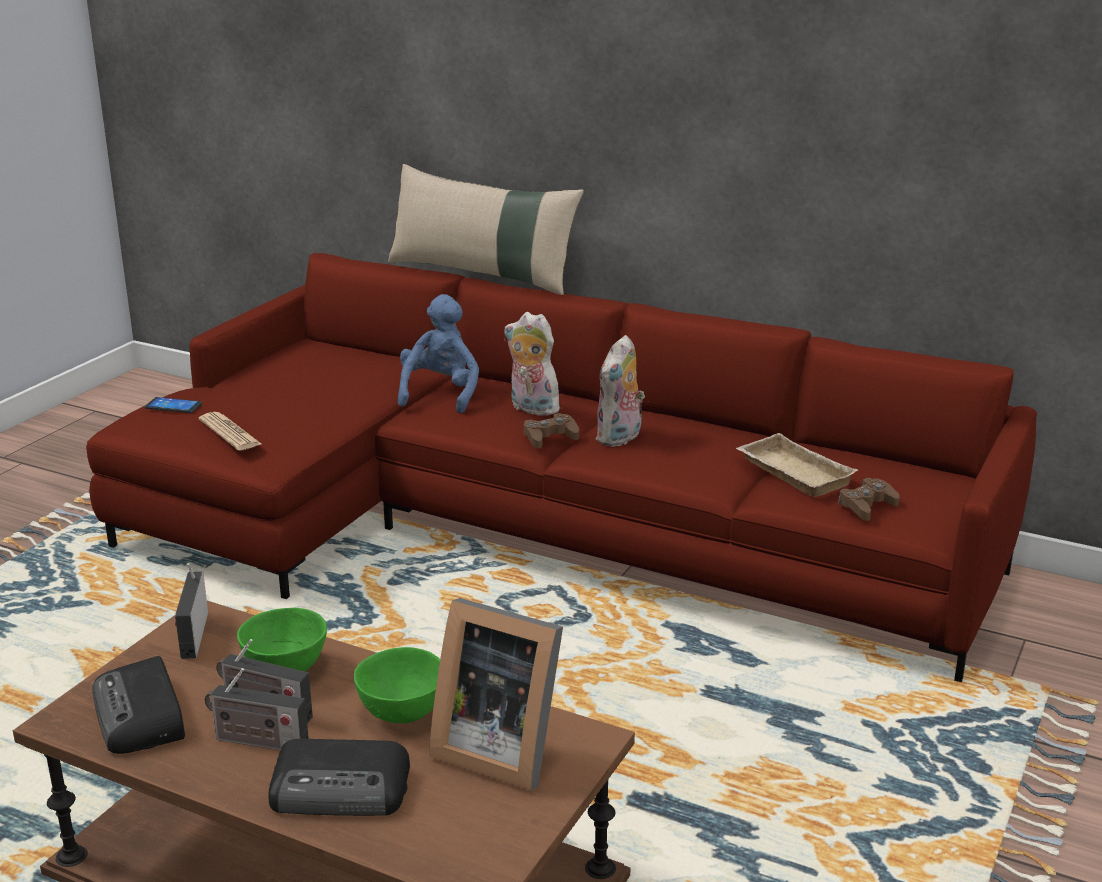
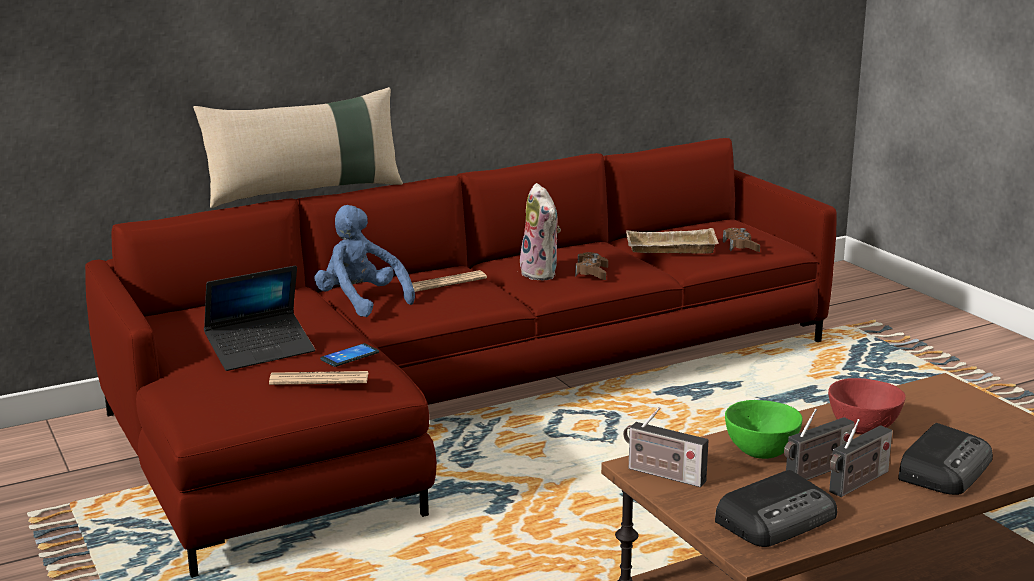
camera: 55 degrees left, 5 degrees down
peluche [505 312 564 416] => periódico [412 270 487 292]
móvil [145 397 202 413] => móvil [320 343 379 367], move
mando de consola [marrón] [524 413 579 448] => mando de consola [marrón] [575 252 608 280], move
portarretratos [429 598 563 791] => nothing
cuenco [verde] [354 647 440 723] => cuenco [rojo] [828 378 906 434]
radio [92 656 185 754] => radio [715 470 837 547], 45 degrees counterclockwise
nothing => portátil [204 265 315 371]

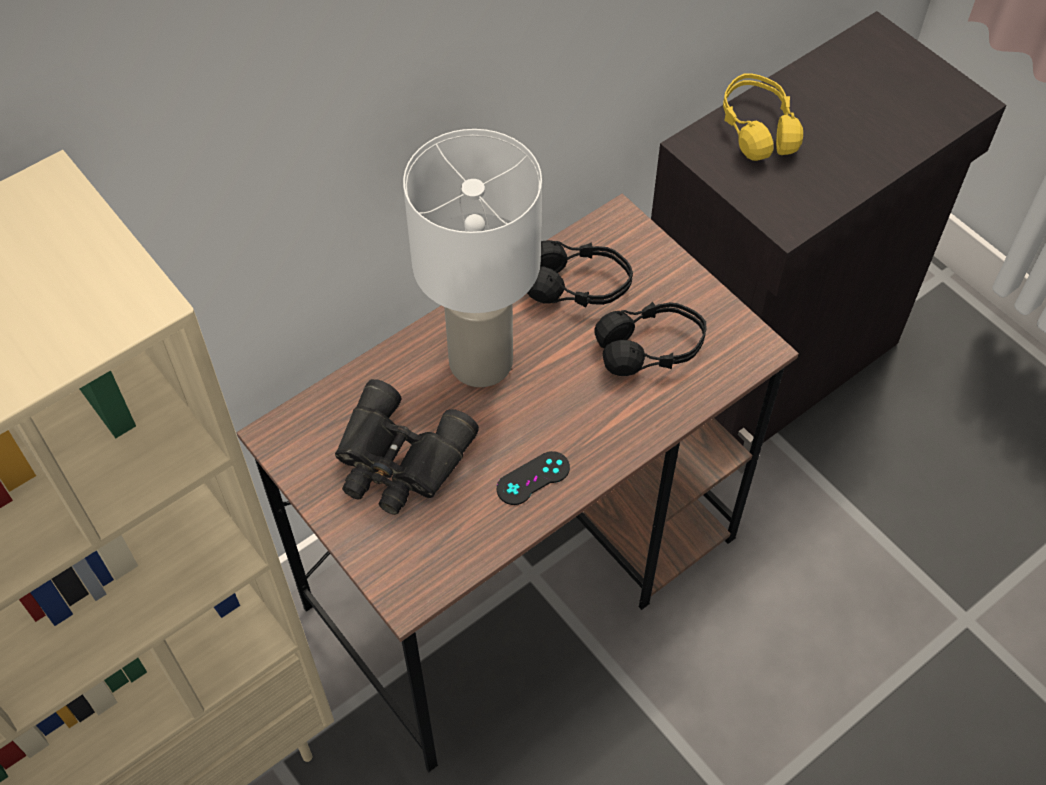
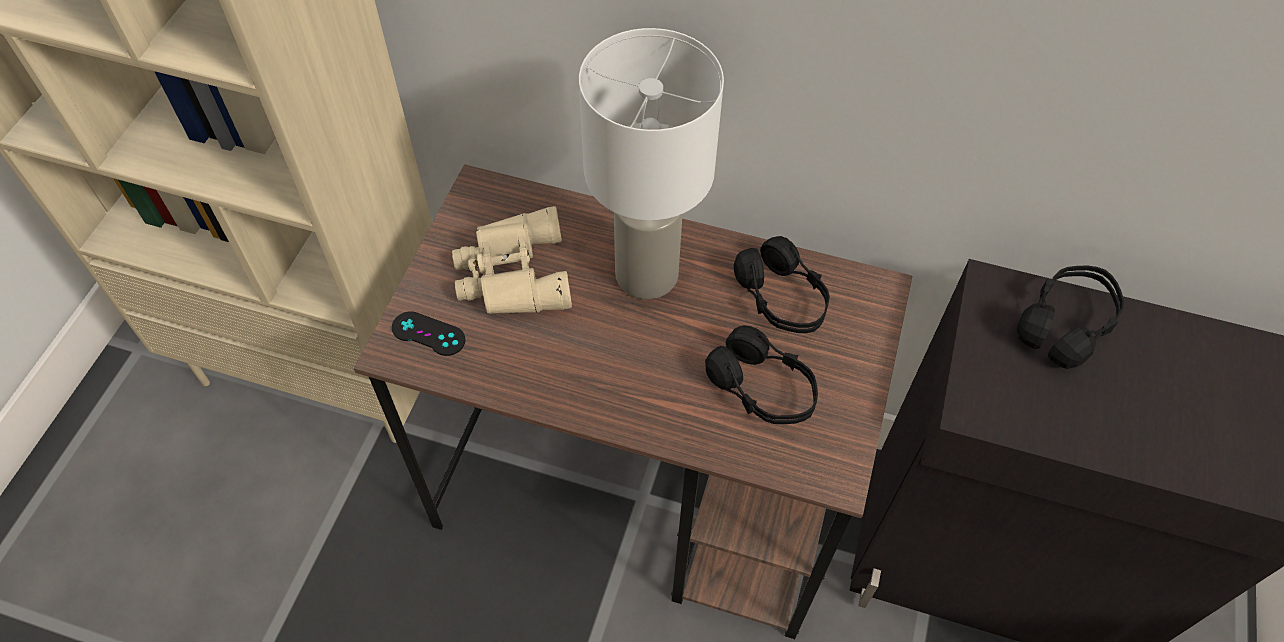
camera: 55 degrees right, 0 degrees up
auriculares [amarillo] [723 73 803 161] => auriculares [negro] [1017 266 1124 369]
prismáticos [negro] [335 379 479 515] => prismáticos [beis] [452 206 572 314]
mando de consola [negro] [497 451 570 505] => mando de consola [negro] [392 311 466 356], move

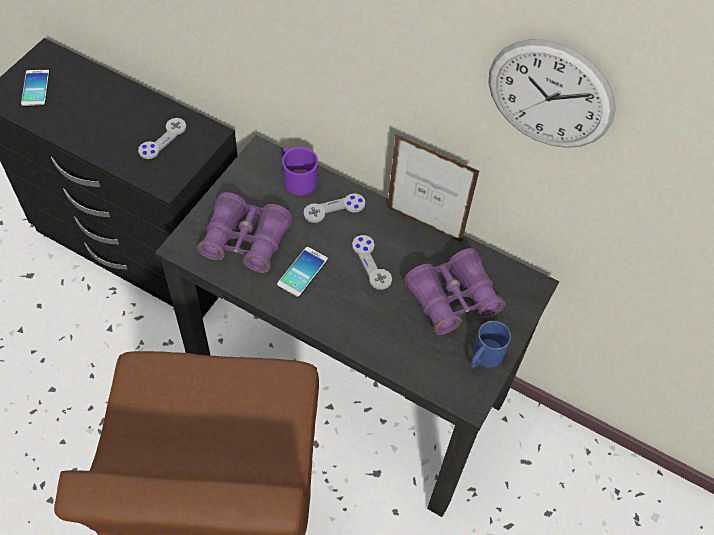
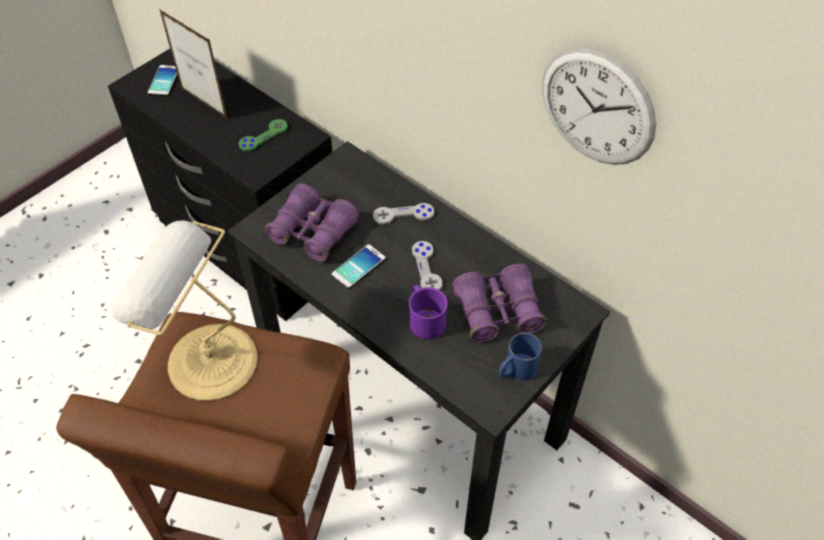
camera: 15 degrees right, 5 degrees down
mando de consola [gris] [138 118 186 159] => mando de consola [verde] [239 119 288 151]
portarretratos [387 134 480 243] => portarretratos [159 9 228 119], move
taza grande [morado] [282 147 318 195] => taza grande [morado] [409 285 448 339], move
nothing => lámpara de mesa [111 220 257 401]

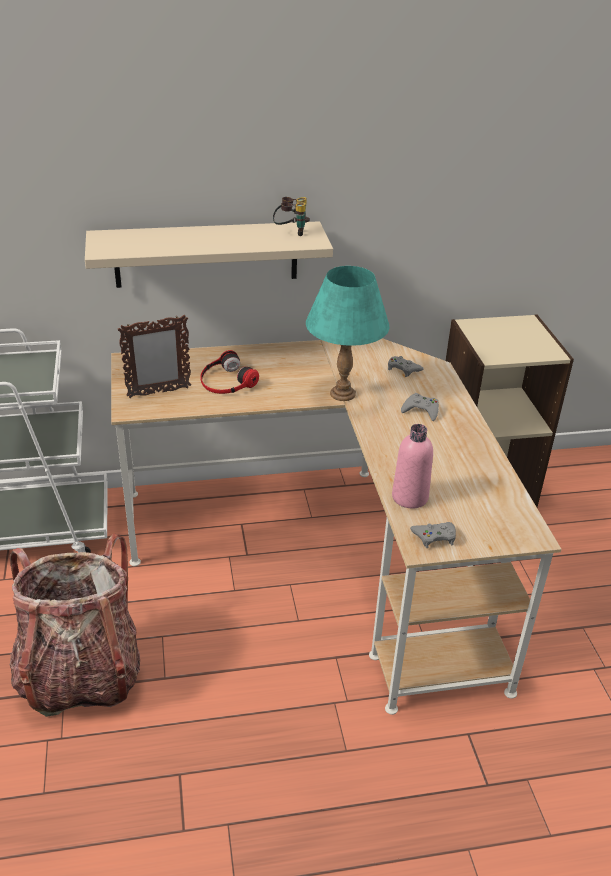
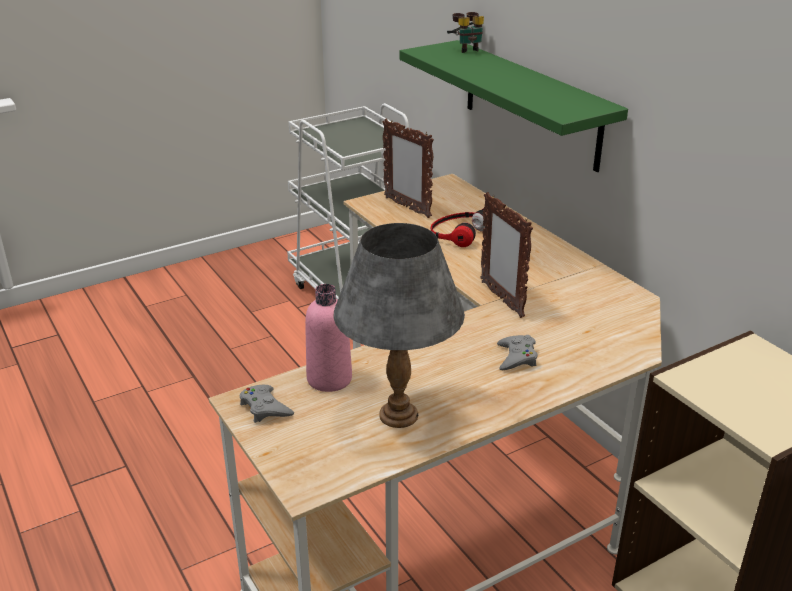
camera: 70 degrees right, 5 degrees down
prismáticos [273 197 310 236] => prismáticos [447 12 484 53], move
estante [beis] [85 221 333 288] => estante [verde] [399 40 628 172]
lámpara de mesa [turquesa] [306 266 389 401] => portarretratos [480 192 533 318]
mando de consola [gris] [388 356 424 377] => nothing
mochila [10 533 140 717] => nothing
nothing => lámpara de mesa [gris] [333 223 465 428]

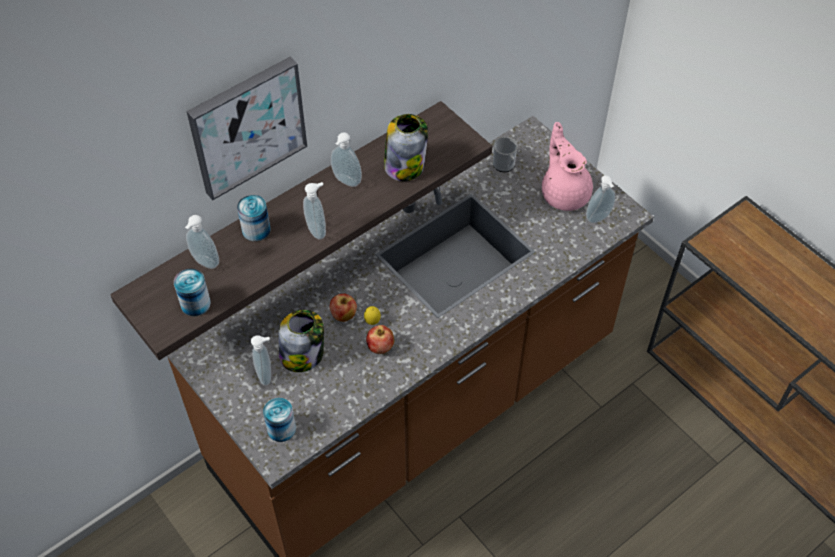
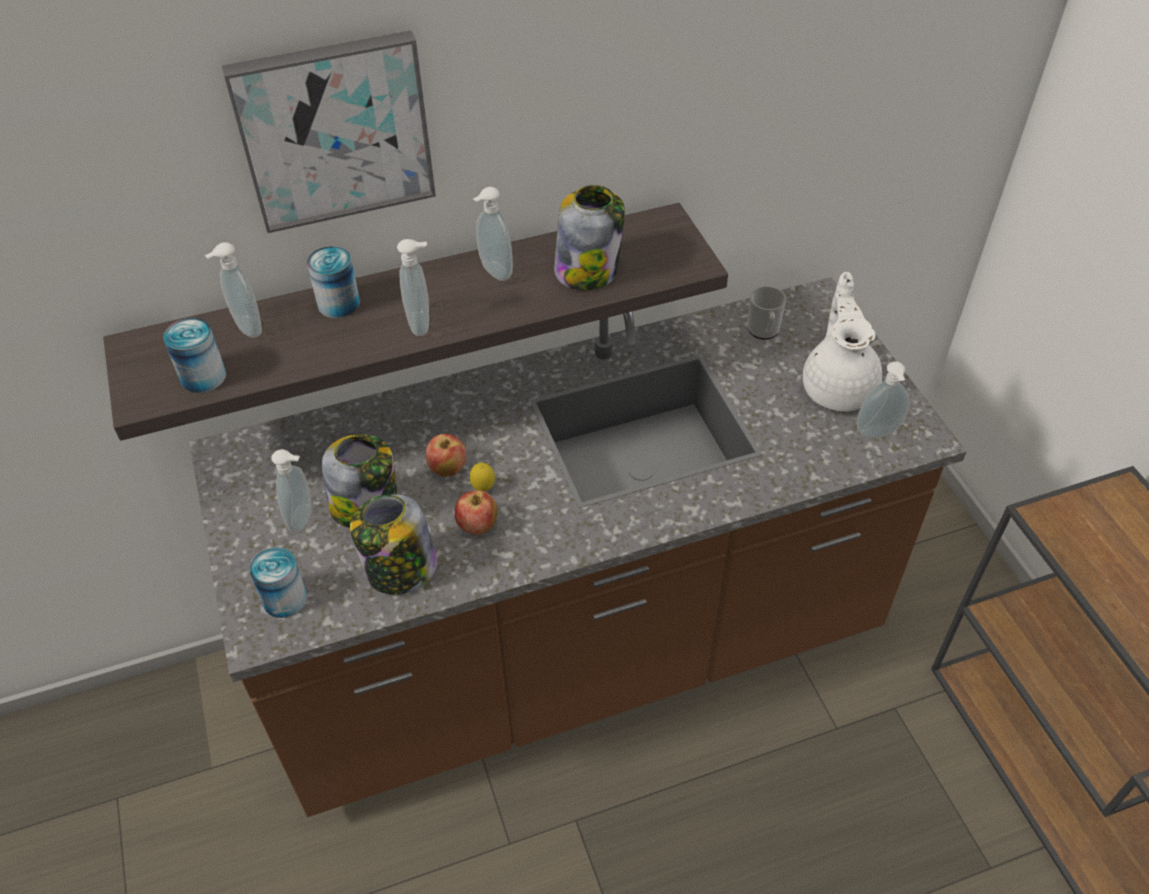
camera: 20 degrees right, 5 degrees down
tetera [rosa] [542 122 593 211] => tetera [blanco] [803 272 882 411]
nothing => tarro [350 494 437 595]

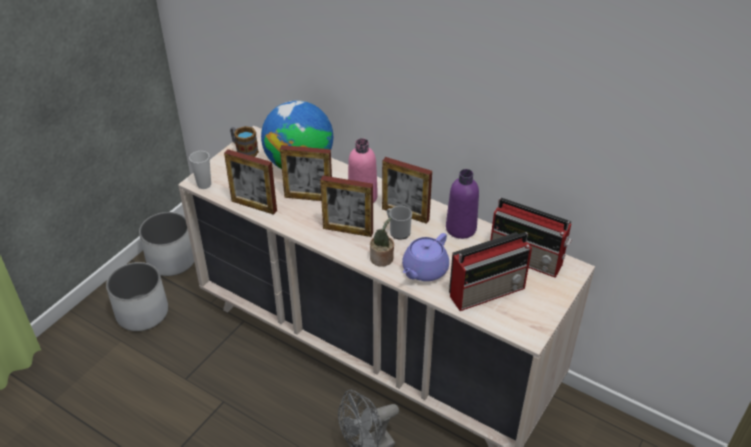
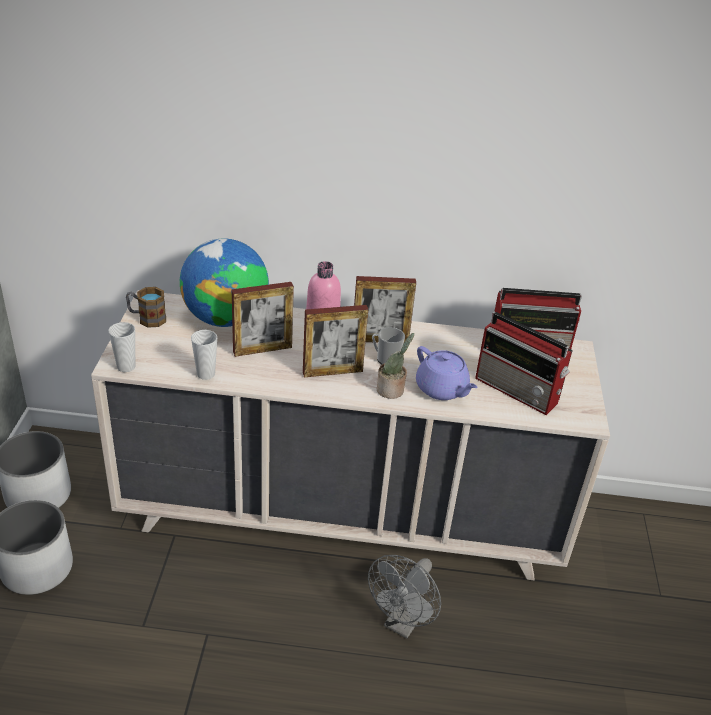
camera: 30 degrees left, 5 degrees down
portarretratos [224 149 277 215] => taza [191 330 217 380]
botella [morado] [446 169 479 239] => nothing
radio [449 232 532 311] => radio [475 312 573 415], 90 degrees clockwise
tetera [morado] [402 233 449 281] => tetera [morado] [416 346 478 400], 45 degrees counterclockwise

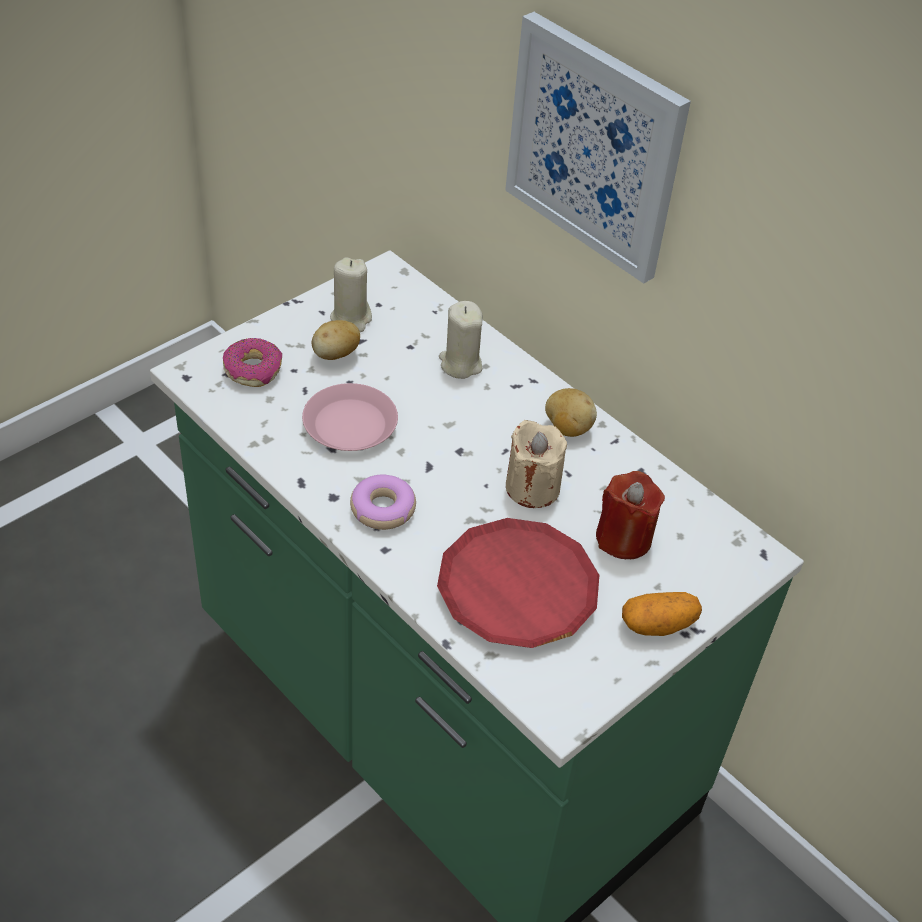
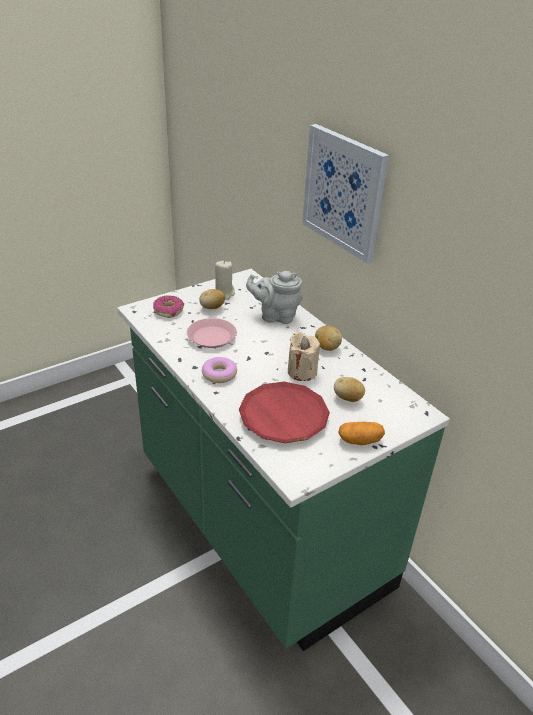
camera: 10 degrees right, 10 degrees down
vela [beis] [439 301 483 379] => tetera [gris] [246 271 303 324]
vela [rojo] [596 471 665 559] => patata [334 377 365 402]

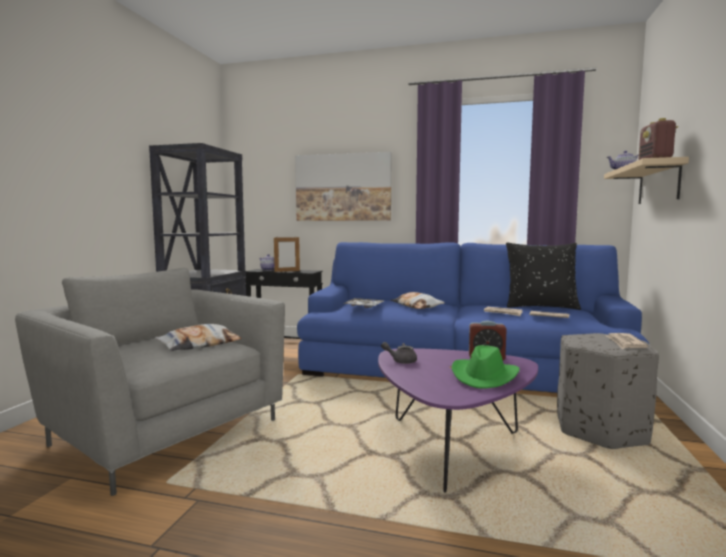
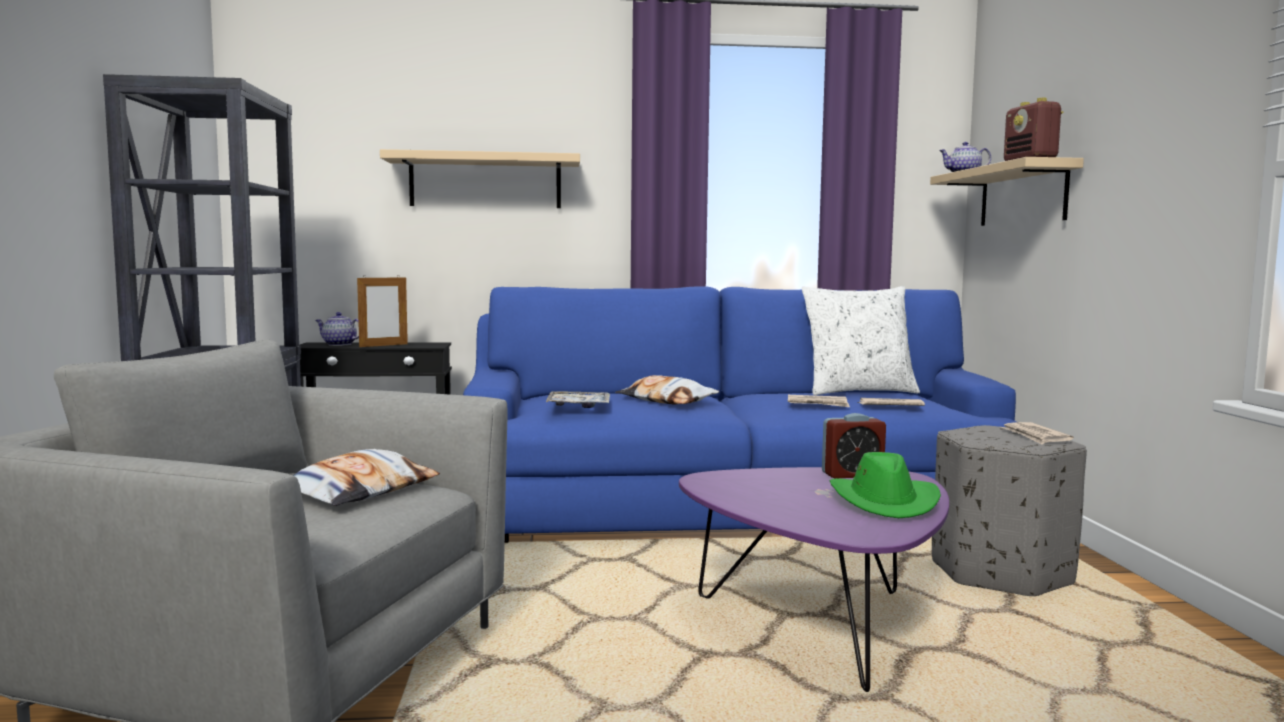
camera: 20 degrees left, 0 degrees up
cuadro [295 152 392 221] => estante [beis] [380 149 580 208]
cojín [negro] [506 243 581 310] => cojín [blanco] [801 286 920 395]
tetera [gris] [381 342 417 364] => nothing

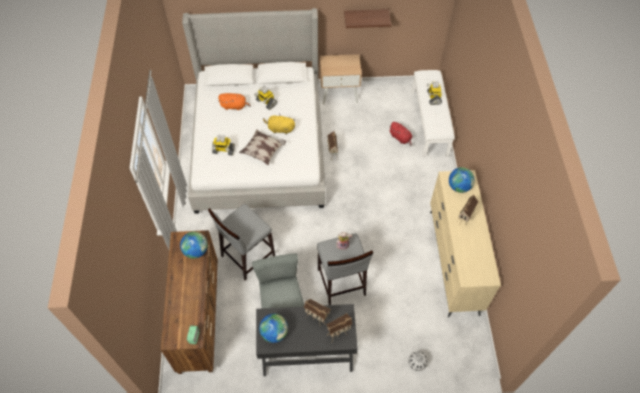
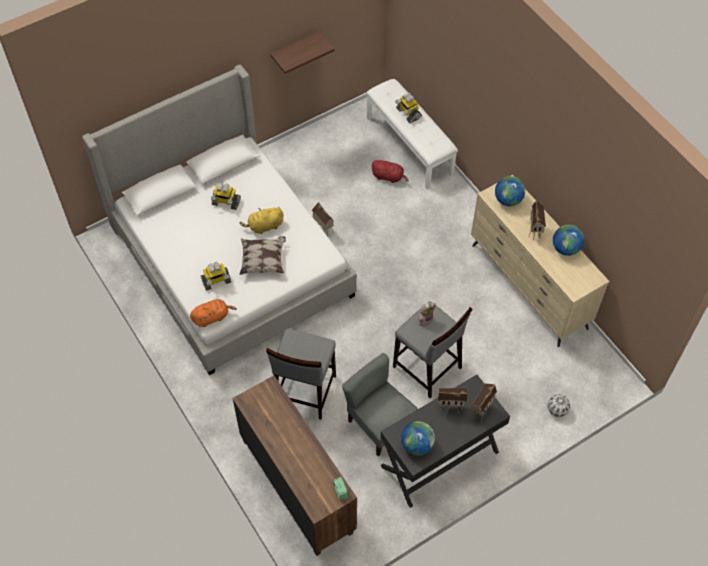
camera: 30 degrees left, 0 degrees up
mesita de noche [beis] [320 54 362 104] => nothing
peluche [naranja] [218 93 251 110] => peluche [naranja] [190 299 237 327], move
globo terráqueo [180 231 208 259] => globo terráqueo [553 225 584 256], move

